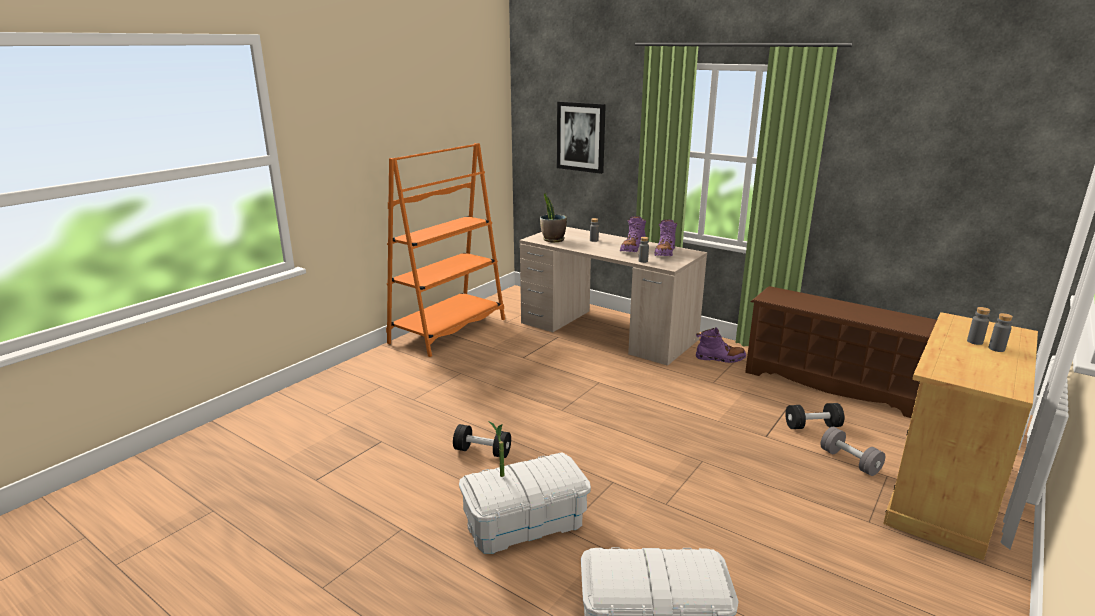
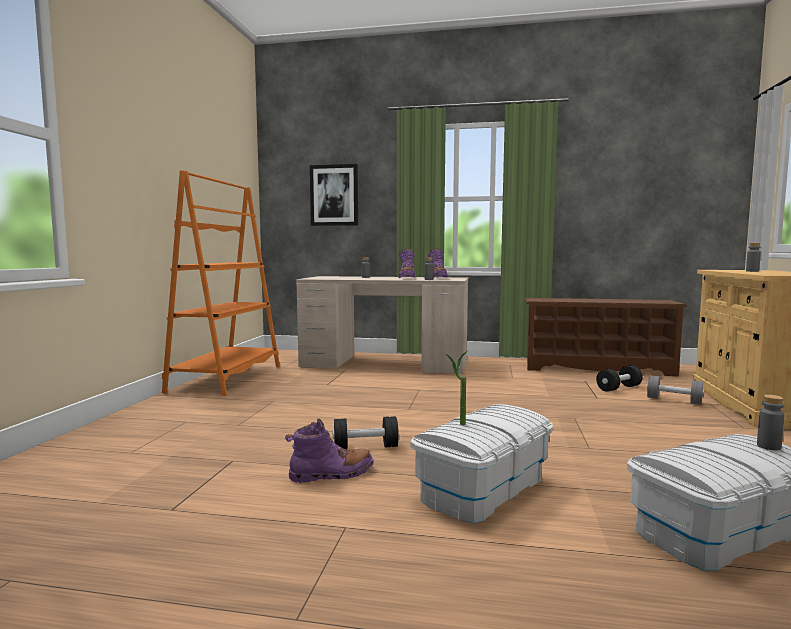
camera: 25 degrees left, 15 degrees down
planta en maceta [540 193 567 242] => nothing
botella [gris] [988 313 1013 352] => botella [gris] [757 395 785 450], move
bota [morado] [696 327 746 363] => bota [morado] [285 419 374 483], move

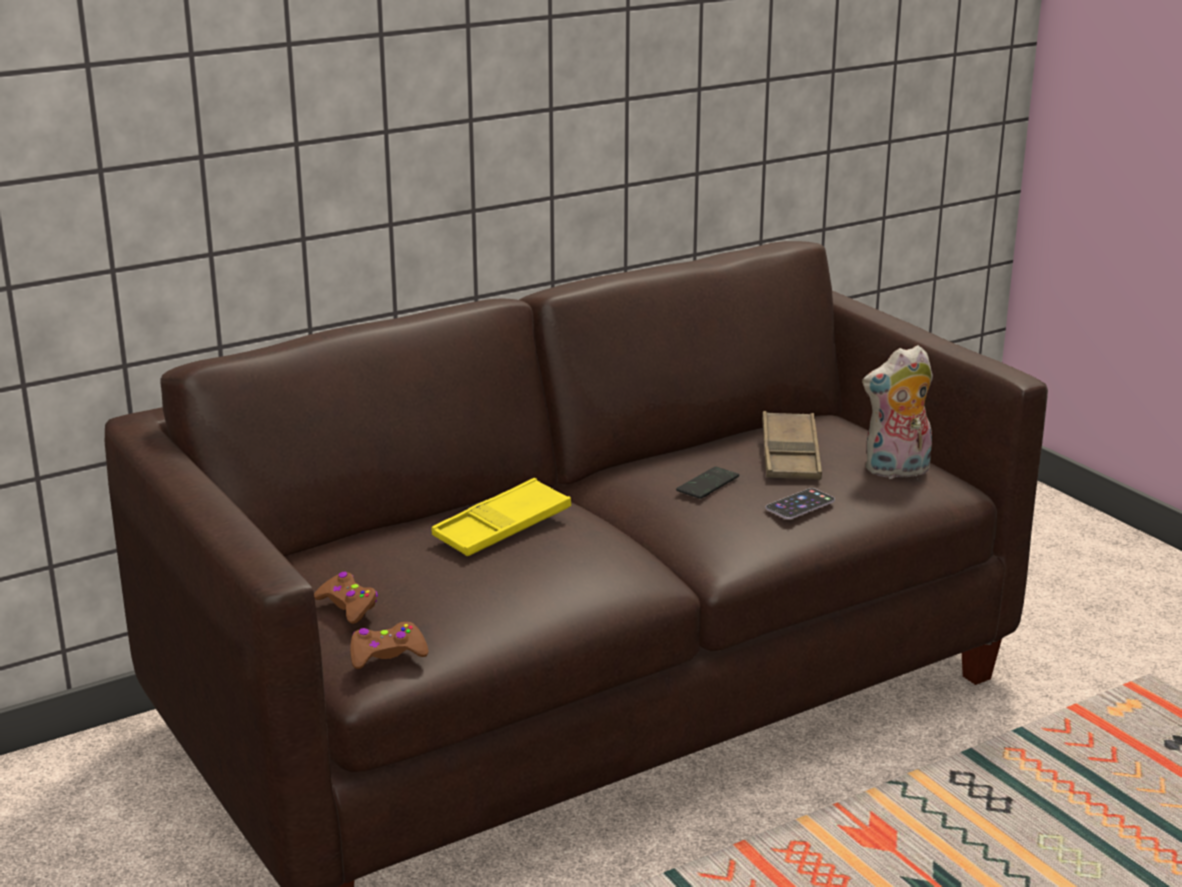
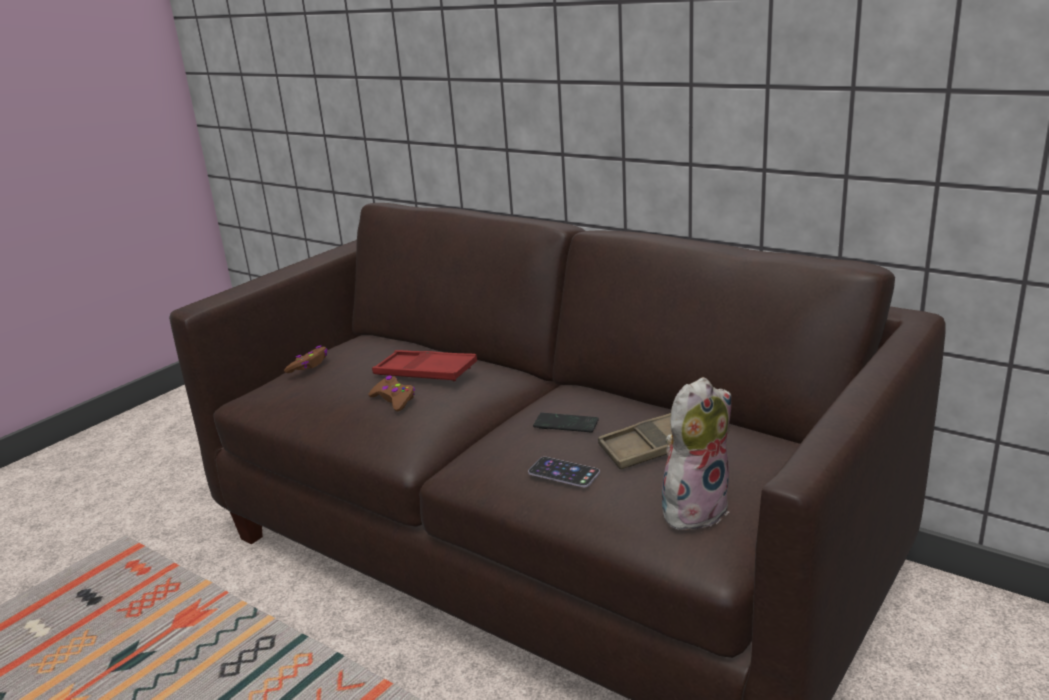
camera: 70 degrees right, 0 degrees up
peluche [862 345 933 479] => peluche [662 377 731 530], 90 degrees clockwise
bandeja [amarillo] [431 478 571 556] => bandeja [rojo] [372 350 477 381]
mando de consola [marrón] [350 622 428 669] => mando de consola [marrón] [368 375 415 411], move

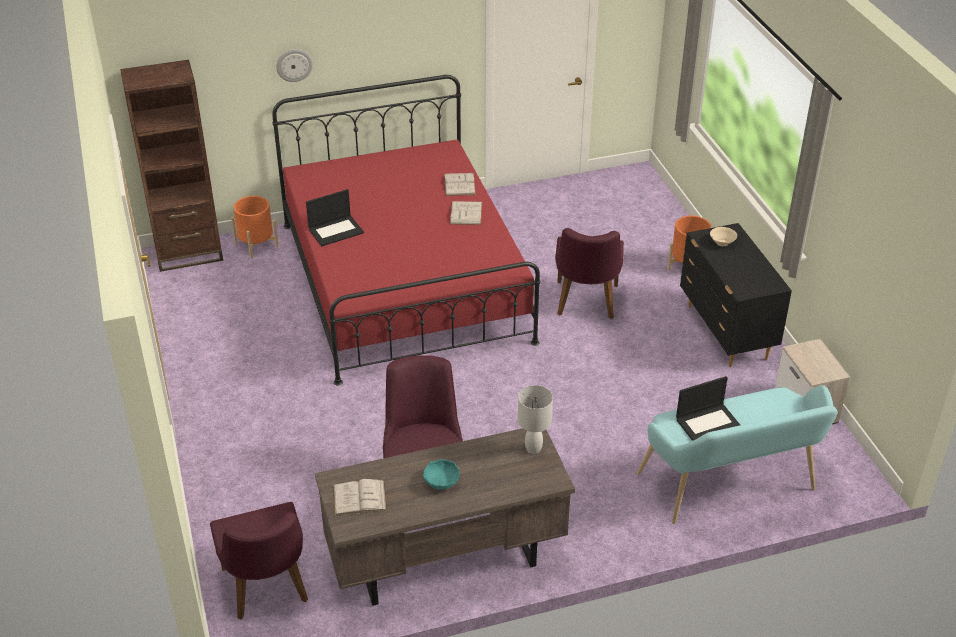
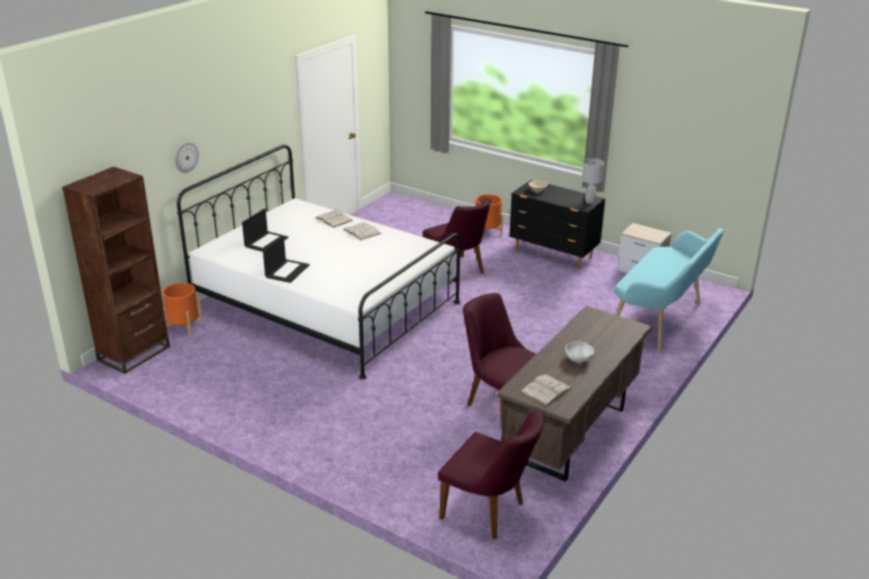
camera: 40 degrees left, 10 degrees down
cama [rojo] [272 75 540 385] => cama [blanco] [177 145 461 380]
portátil [676 376 740 441] => portátil [242 208 288 252], move
lámpara de mesa [blanco] [518 385 553 454] => lámpara de mesa [blanco] [582 158 604 204], move
cuenco [turquesa] [423 459 460 490] => cuenco [blanco] [565 341 594 362]

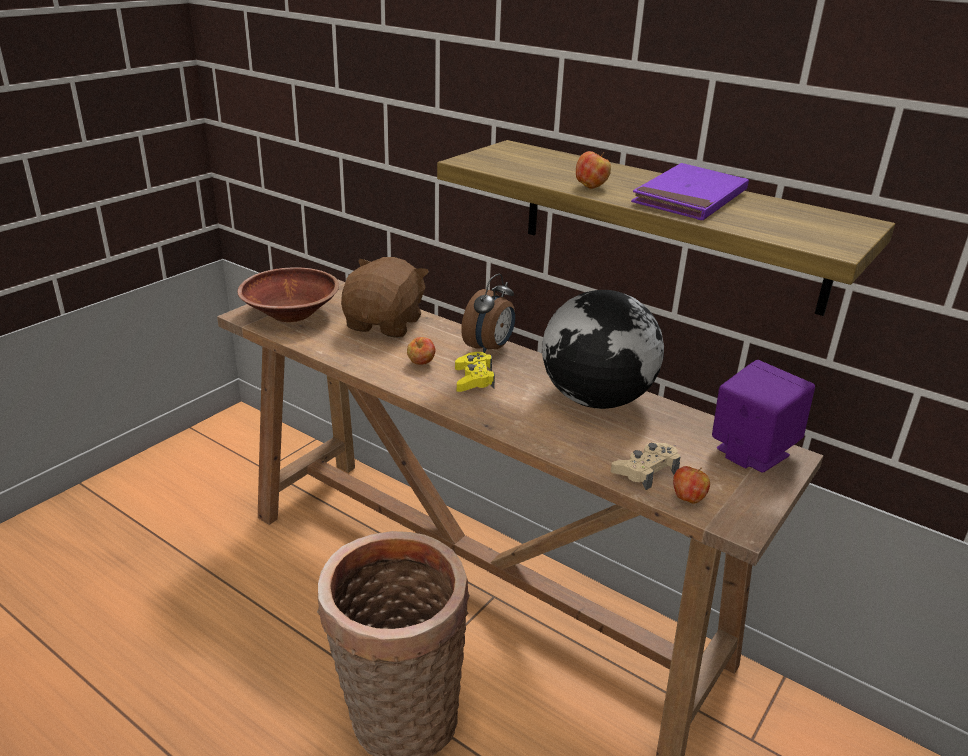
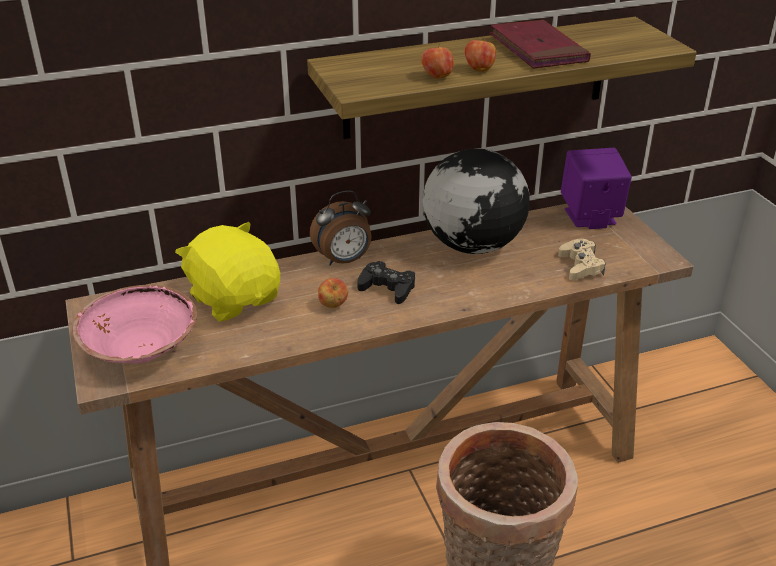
camera: 55 degrees left, 5 degrees up
libro [morado] [631 163 749 220] => libro [rojo] [490 20 591 69]
peluche [marrón] [341 257 429 338] => peluche [amarillo] [175 222 280 322]
cuenco [marrón] [237 267 339 322] => cuenco [rosa] [72 285 197 364]
despertador [461 274 515 353] => despertador [310 191 372 265], 90 degrees clockwise
mando de consola [amarillo] [455 352 495 392] => mando de consola [negro] [357 261 415 304]
manzana [673 466 710 504] => manzana [421 43 454 79], move

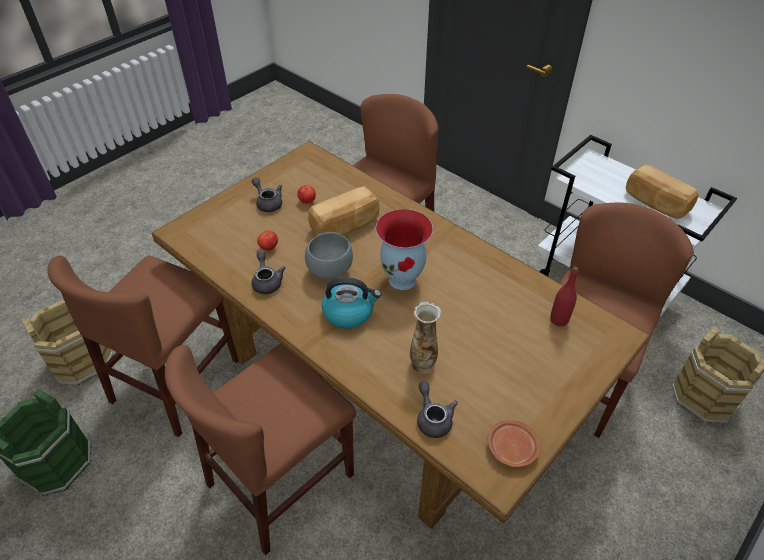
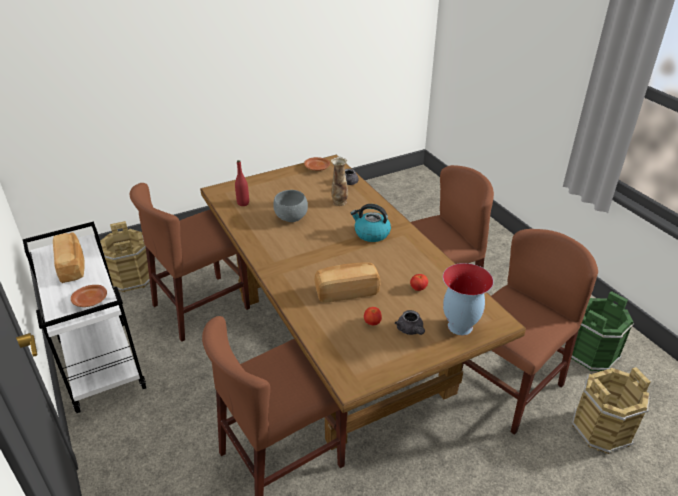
camera: 160 degrees left, 10 degrees down
florero [376 209 433 290] => florero [443 263 494 335], move
cuenco [gris] [305 232 353 280] => cuenco [gris] [273 190 308 222], move
tetera [gris] [252 250 286 294] => nothing
nothing => plato [marrón] [71 285 107 307]

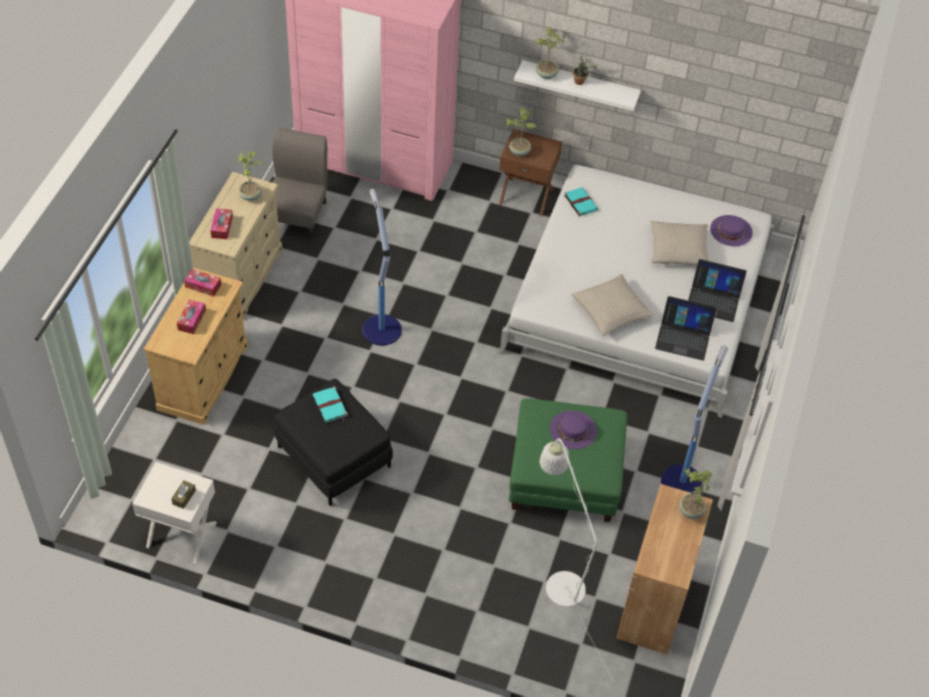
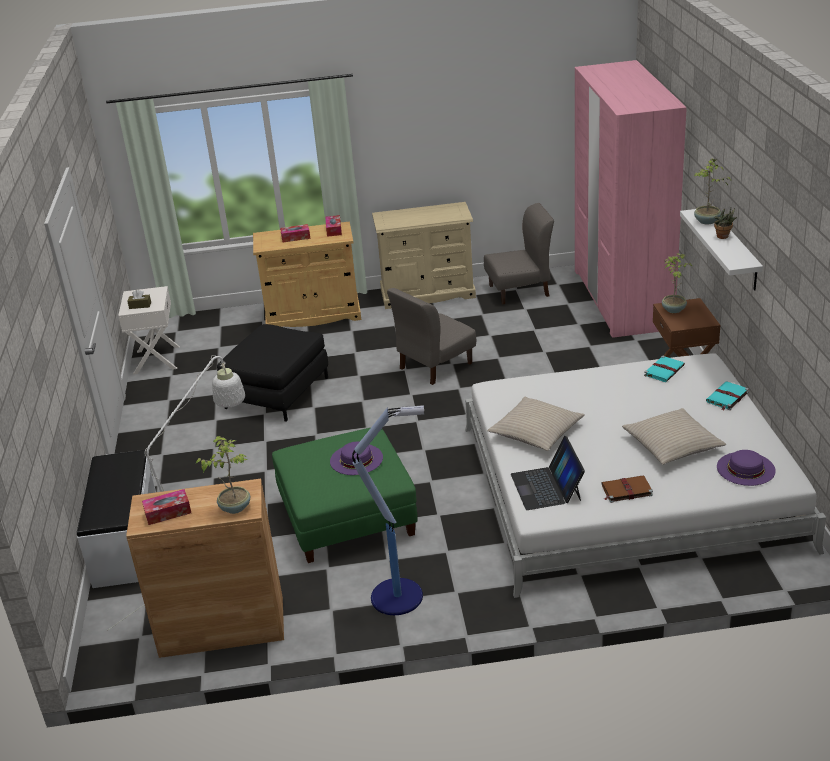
camera: 70 degrees right, 20 degrees down
planta en maceta [237 151 264 201] => nothing
lámpara de pie [362 189 402 346] => silla [gris] [387 288 476 385]
caja de pañuelos [211 208 233 239] => caja de pañuelos [142 489 191 525], move
portátil [688 259 747 322] => libro [marrón] [602 475 653 503]
libro [turquesa] [313 386 348 423] => libro [turquesa] [706 382 749 411], move
nothing => banco [blanco] [77 450 156 588]

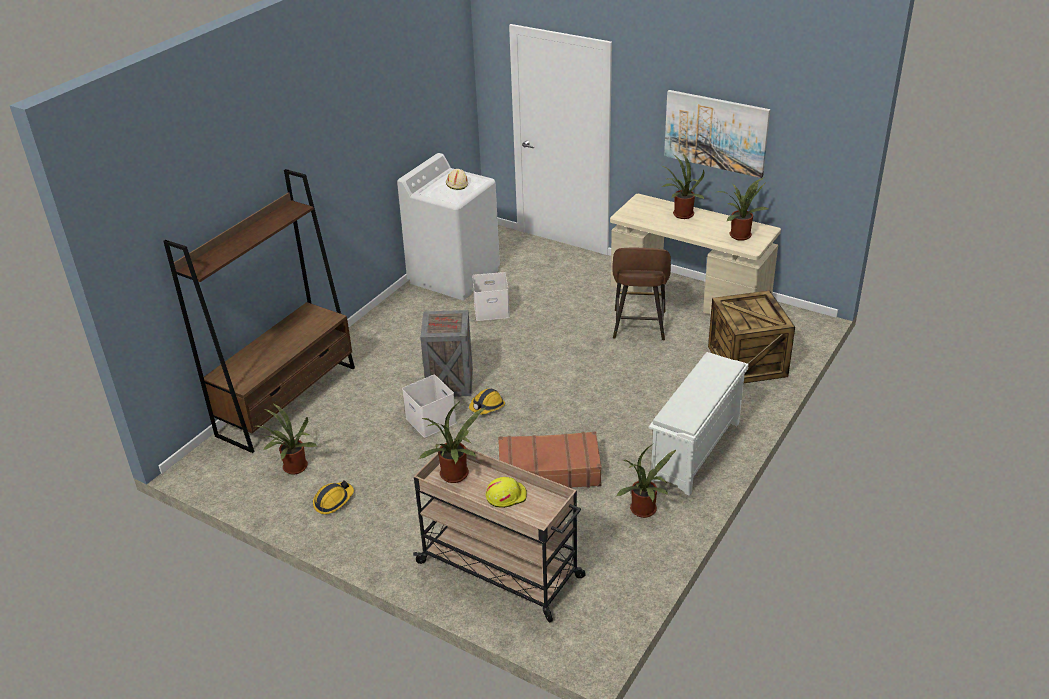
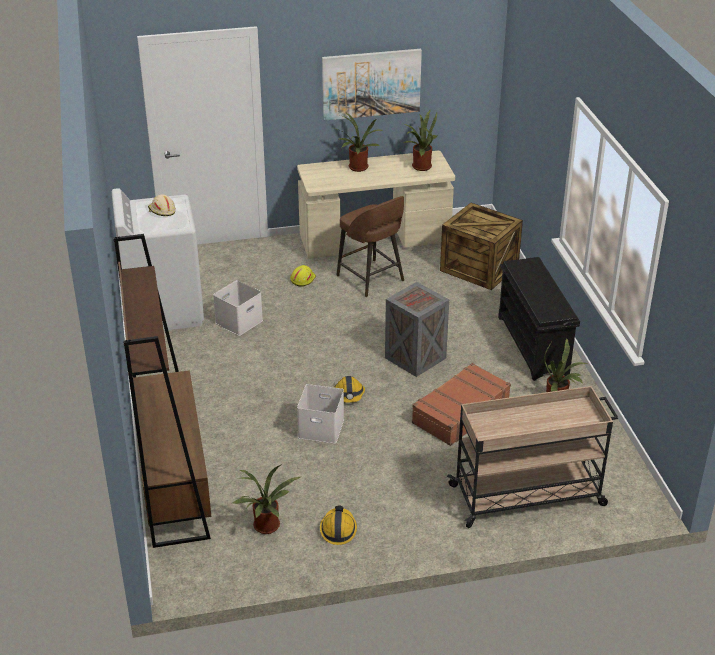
camera: 45 degrees left, 0 degrees up
caja de embalaje [420 310 473 397] => caja de embalaje [385 282 449 377], move
zapatero [blanco] [649 352 749 496] => zapatero [negro] [498 257 580 381]
planta en maceta [419 401 486 483] => nothing
casco [amarillo] [486 477 527 508] => casco [amarillo] [290 265 316 287], move

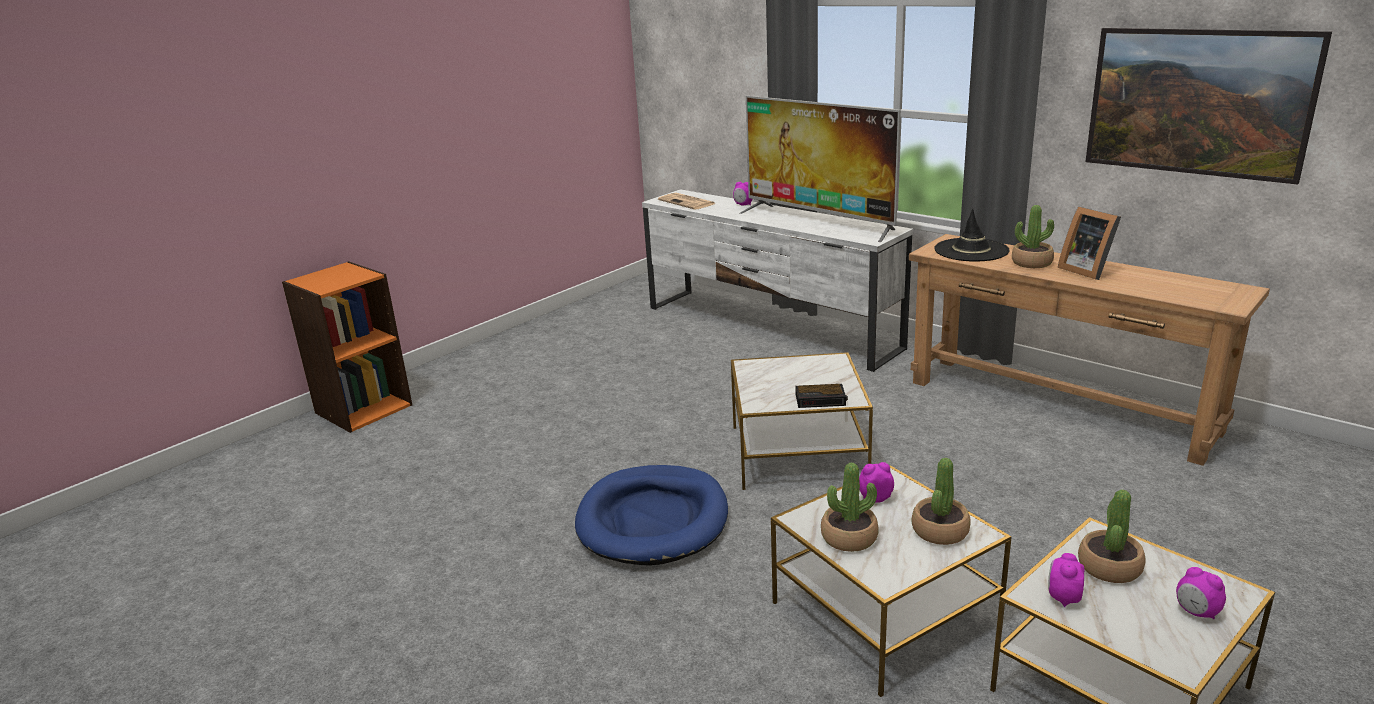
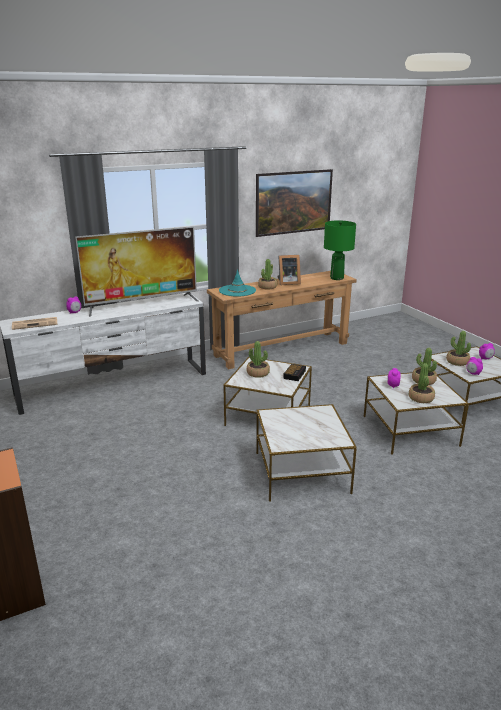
camera: 70 degrees left, 0 degrees up
sombrero [negro] [934 208 1009 262] => sombrero [turquesa] [219 269 256 297]
cama para perro [azul] [575 465 728 566] => mesa auxiliar [256 404 357 502]
nothing => lámpara de mesa [verde] [324 220 356 280]
nothing => planta en maceta [247 341 270 378]

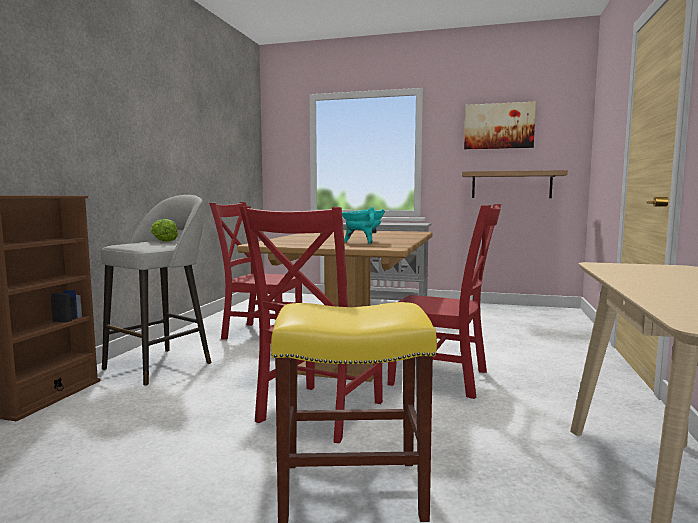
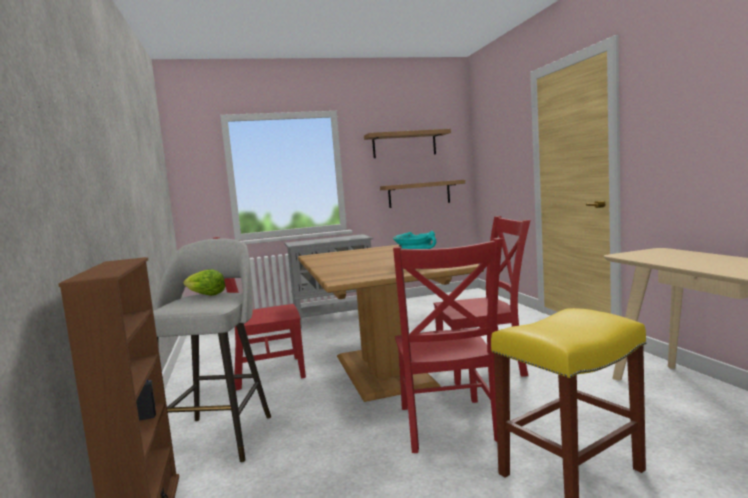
camera: 30 degrees left, 0 degrees up
cuadro [464 102 536 149] => estante [364 129 451 158]

